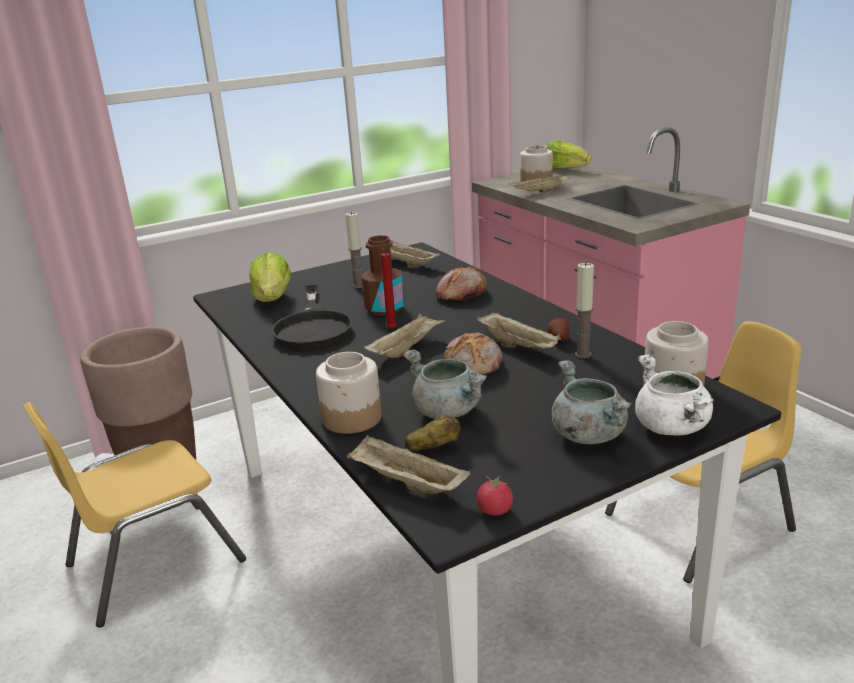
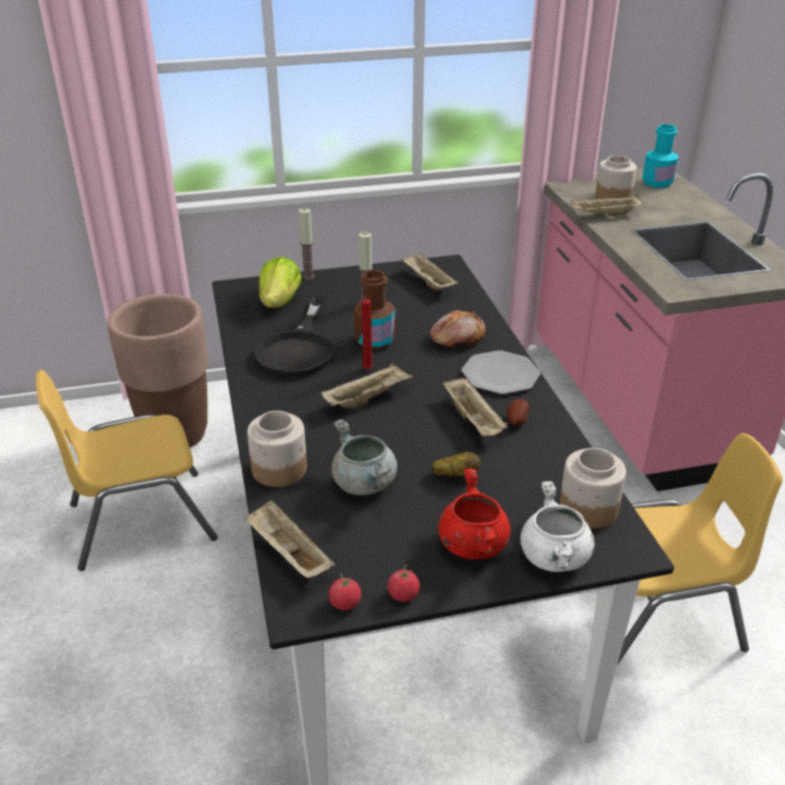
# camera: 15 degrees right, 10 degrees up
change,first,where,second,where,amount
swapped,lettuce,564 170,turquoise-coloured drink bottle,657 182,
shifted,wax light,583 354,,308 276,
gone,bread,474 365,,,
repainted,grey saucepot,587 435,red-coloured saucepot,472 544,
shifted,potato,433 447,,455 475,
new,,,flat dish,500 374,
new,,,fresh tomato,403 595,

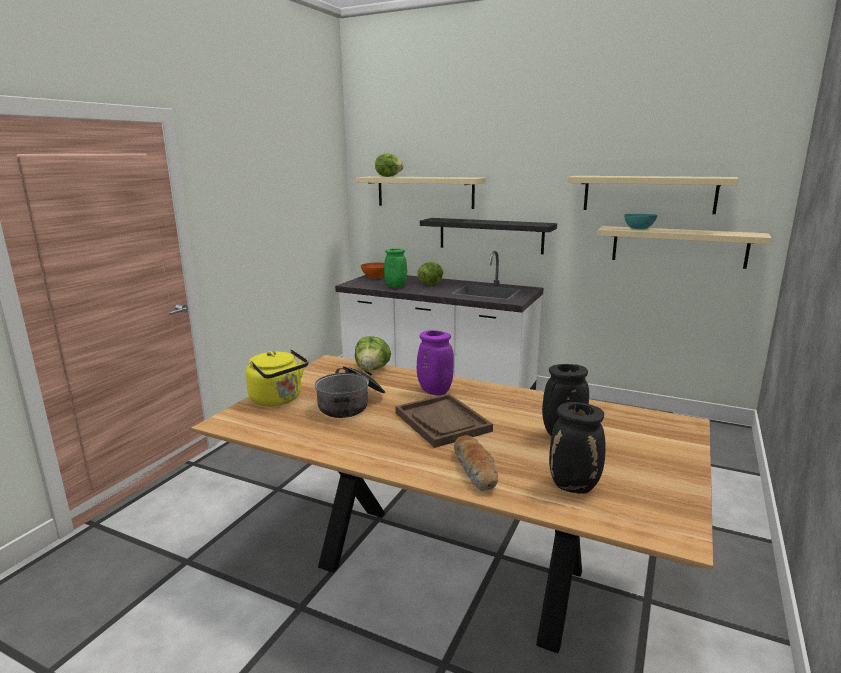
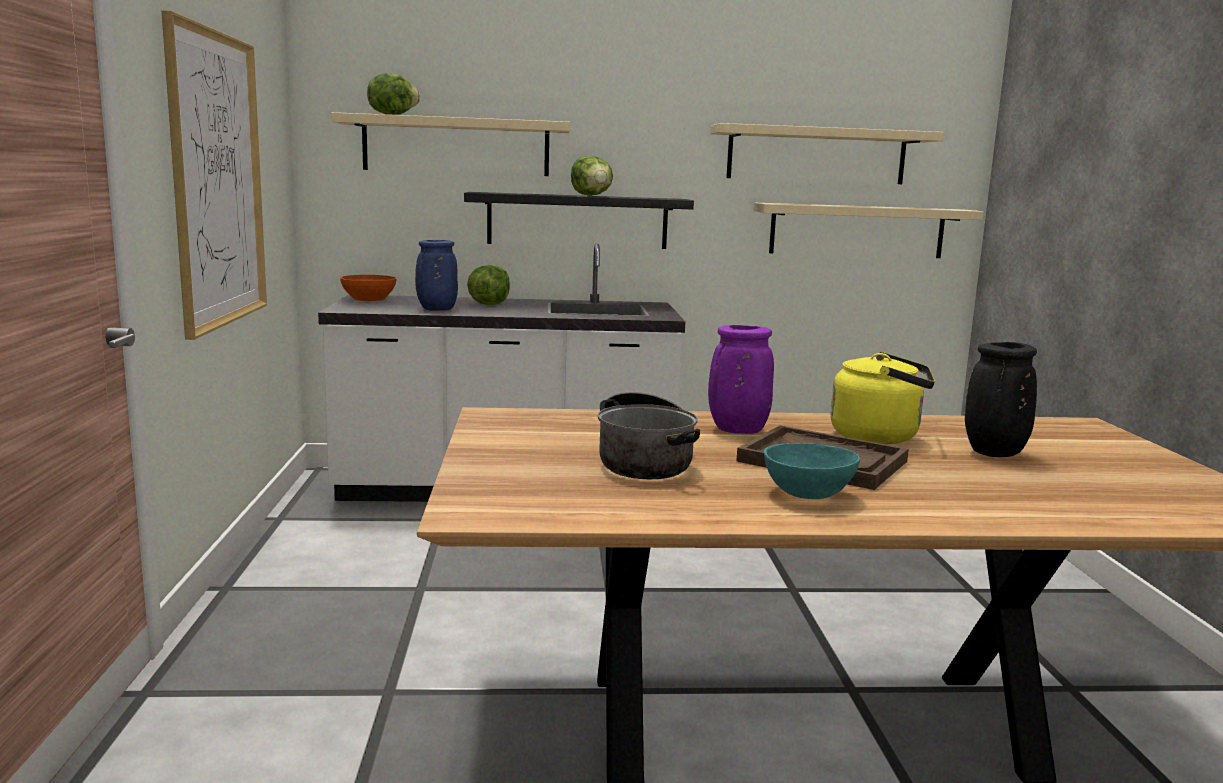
# camera: 30 degrees left, 5 degrees down
change,first,where,second,where,amount
shifted,turquoise-coloured deep dish,639 229,,809 495,
repainted,greenish decorative vase,395 287,bluish decorative vase,436 309,
shifted,lettuce,372 369,,592 195,
shifted,yellow water kettle,278 400,,880 437,
gone,black-coloured decorative vase,575 486,,,
gone,bread,476 471,,,
new,,,wall art,217 180,

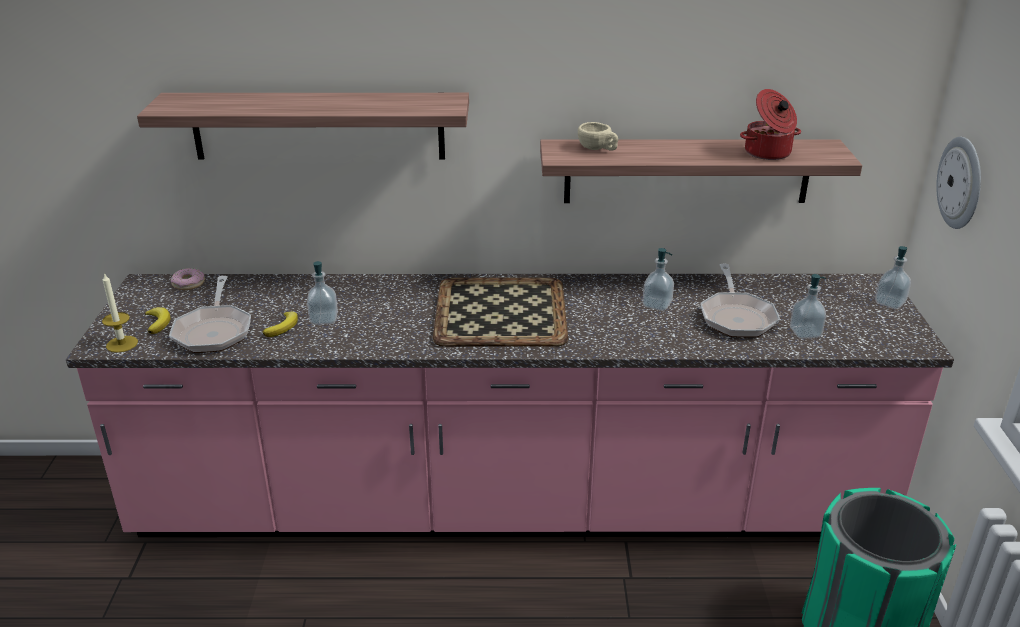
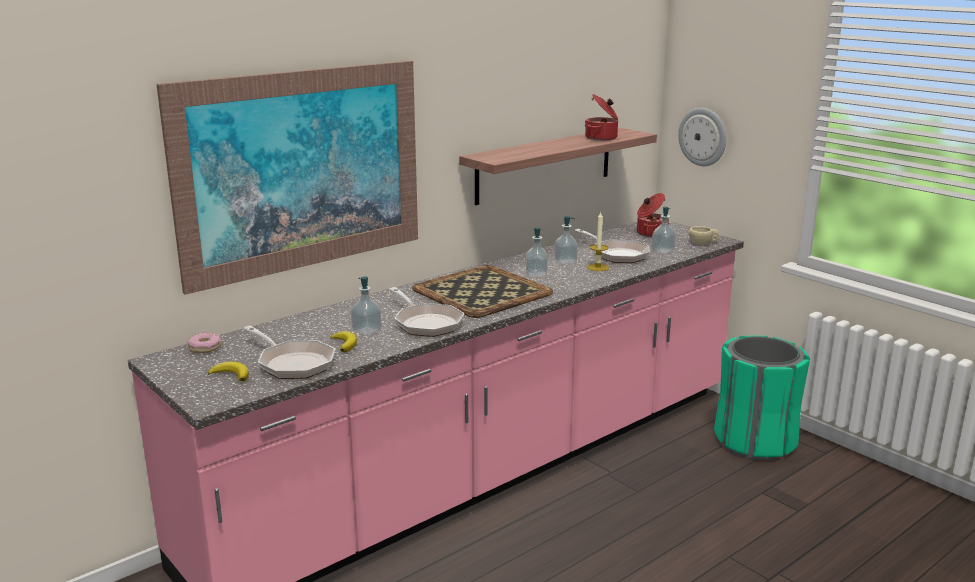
# camera: 40 degrees left, 10 degrees down
change,first,where,second,where,amount
swapped,wall shelf,318 126,wall art,302 170,
shifted,beige small cup,598 149,,703 243,
shifted,soap bottle,890 302,,536 274,
shifted,wax light,122 344,,598 267,
new,,,saucepot,650 233,
new,,,frying pan,426 323,

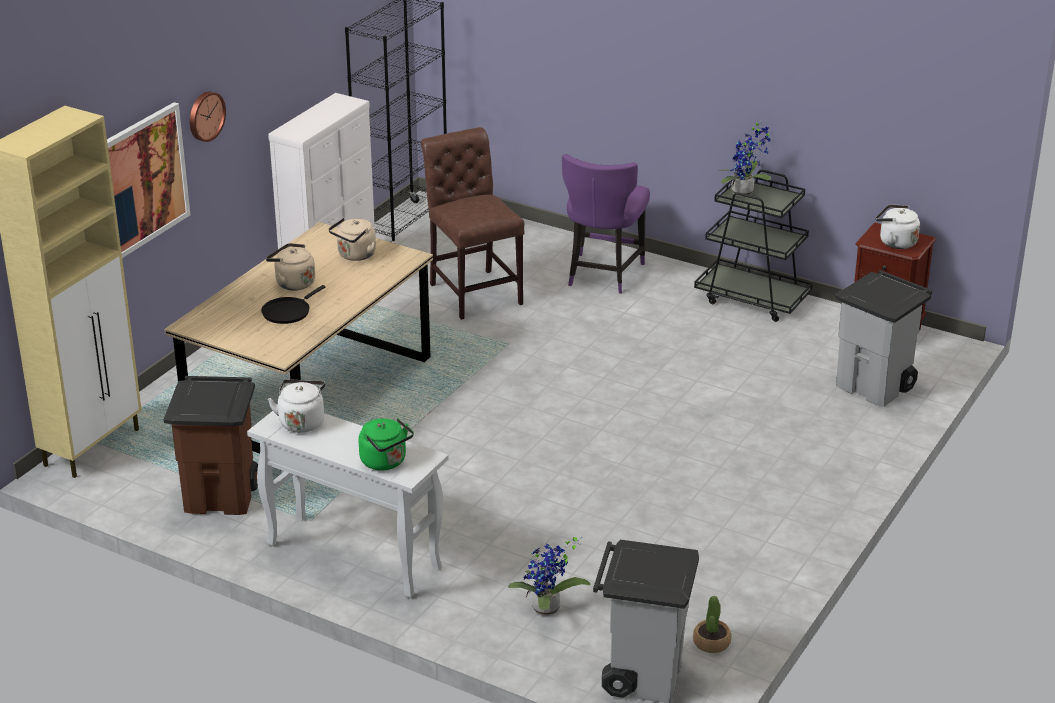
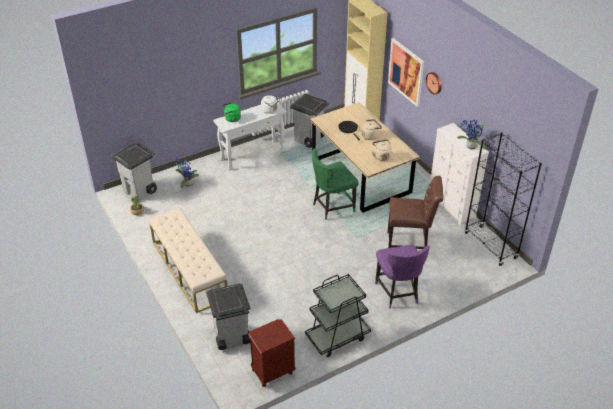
# camera: 120 degrees right, 10 degrees up
change,first,where,second,where,amount
shifted,potted plant,745 193,,470 147,
rotated,purplish chair,602 275,,398 293,150 degrees counterclockwise
gone,white water kettle,895 242,,,
repainted,brownish waste bin,222 496,grey waste bin,309 139,
new,,,greenish chair,332 207,
new,,,beige bench,189 270,

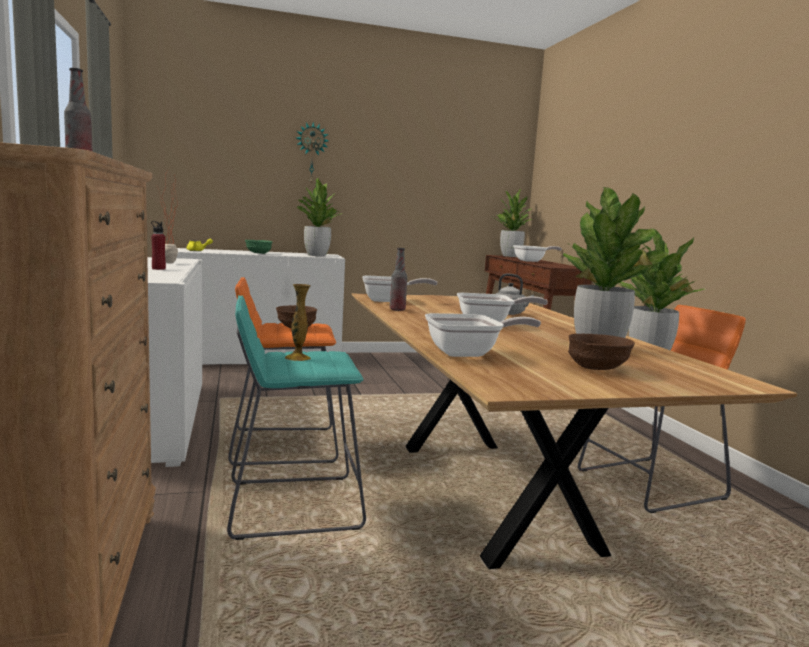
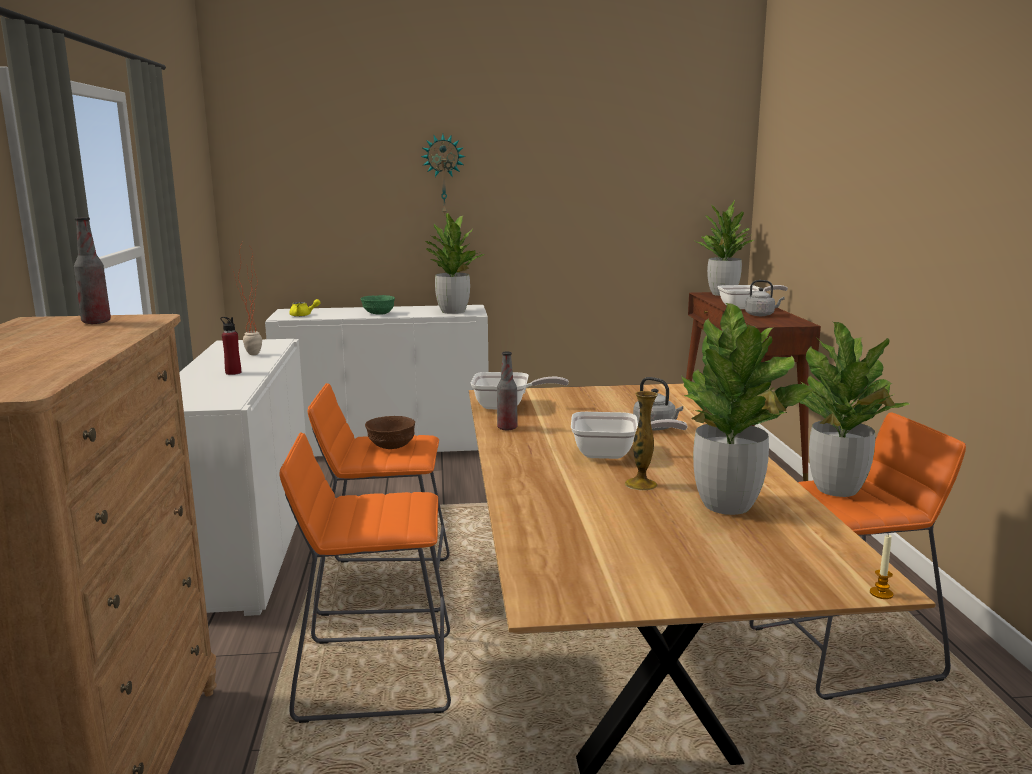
# camera: 10 degrees right, 5 degrees up
change,first,where,second,where,amount
shifted,decorative vase,297 358,,641 484,
repainted,turquoise-coloured stool,293 506,orangey stool,375 676,
gone,frying pan,469 353,,,
gone,brownish deep dish,597 368,,,
new,,,grey water kettle,761 315,
new,,,wax light,881 593,

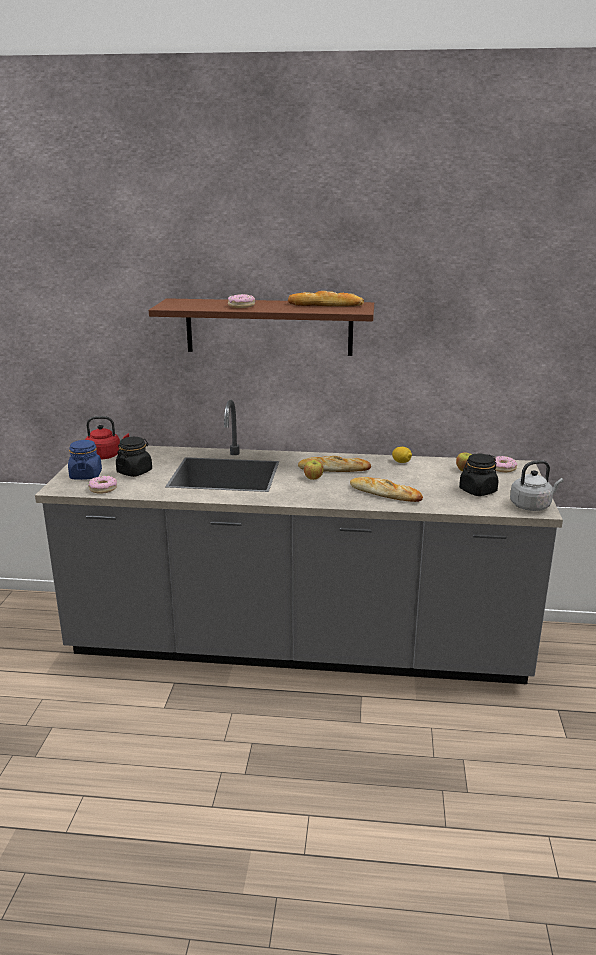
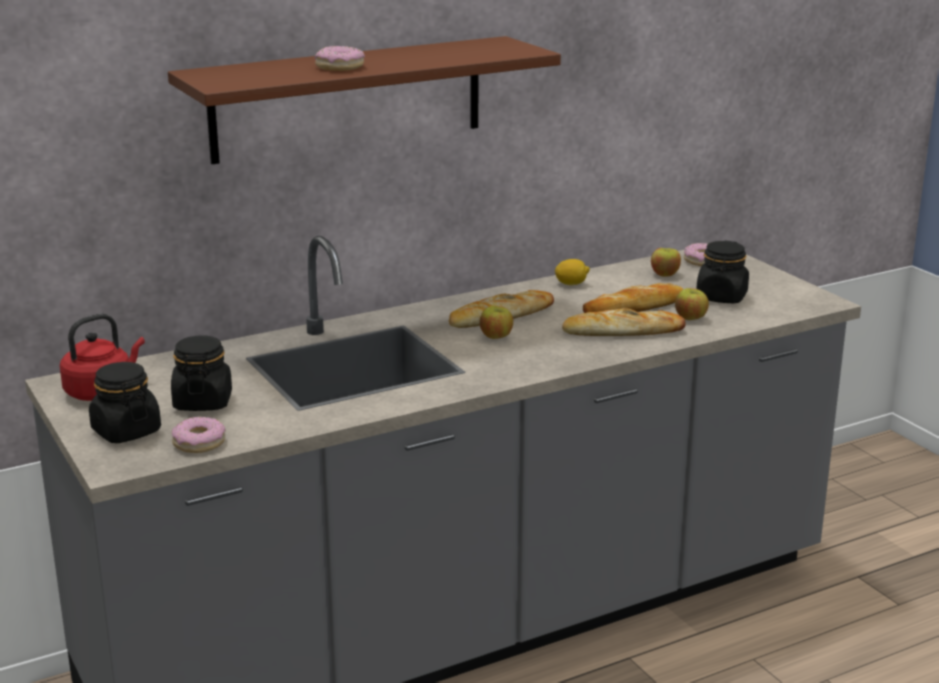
# camera: 35 degrees left, 0 degrees up
change,first,where,second,where,amount
shifted,bread,325 305,,635 308,
repainted,bluish jar,86 475,black-coloured jar,126 431,
gone,grey water kettle,532 506,,,
new,,,whole apple,690 318,

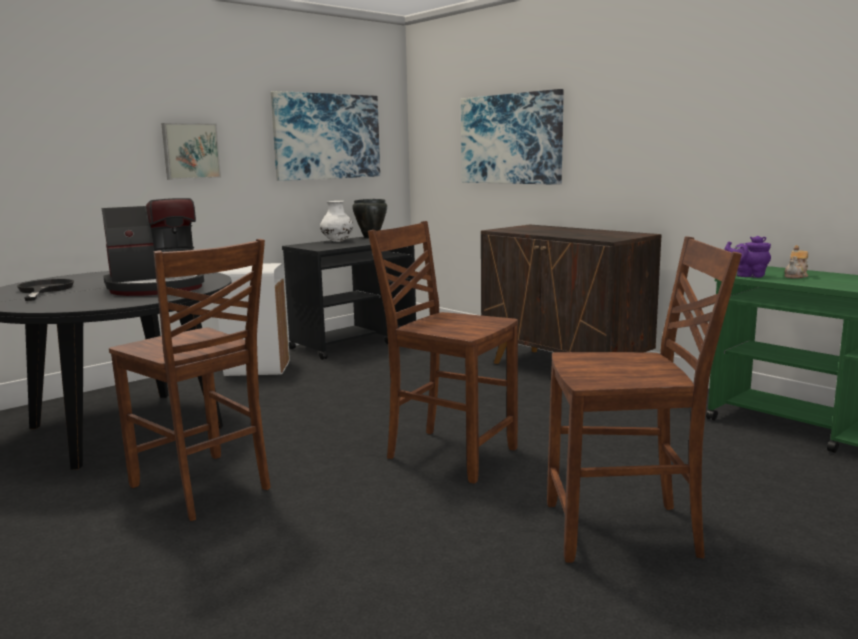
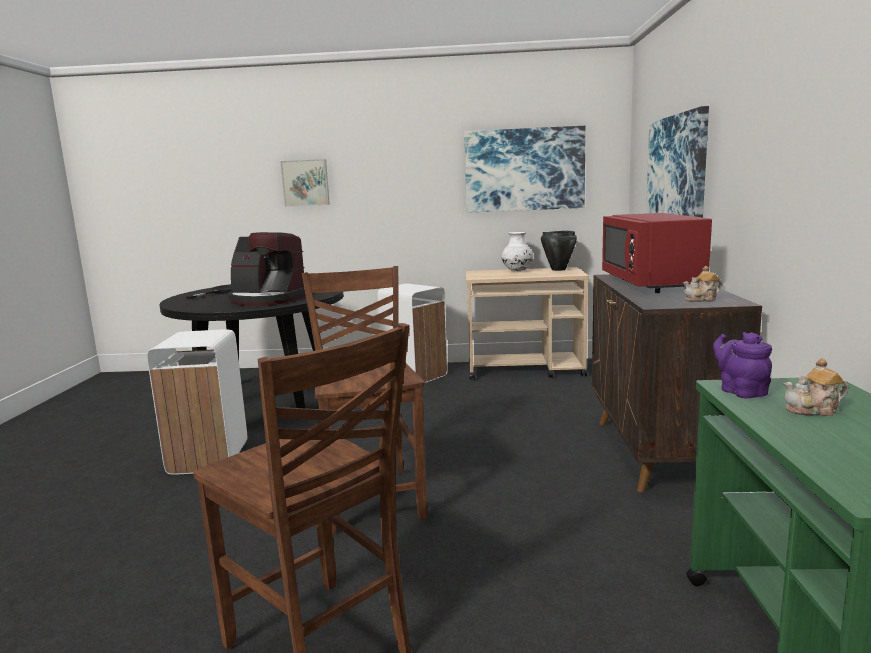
# camera: 45 degrees right, 0 degrees up
change,first,where,second,where,amount
shifted,wall art,190 151,,305 183,
repainted,black-coloured cart,355 343,beige cart,526 370,
swapped,brownish chair,203 488,white waste bin,207 458,
new,,,red-coloured microwave,651 283,
new,,,tea pot,702 299,

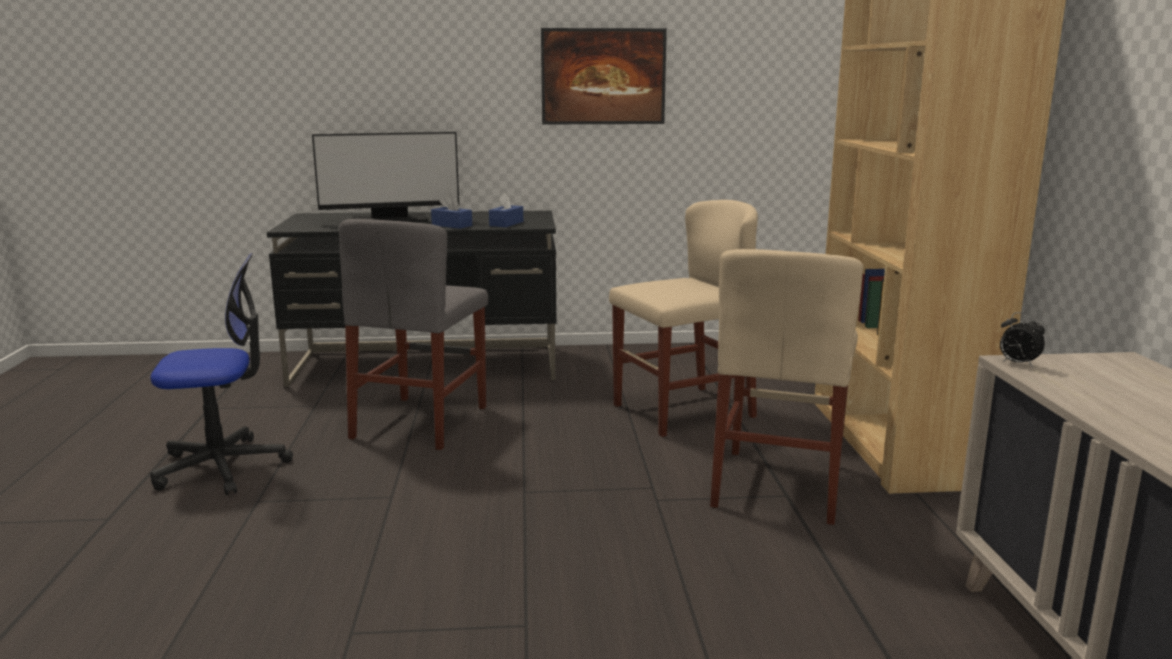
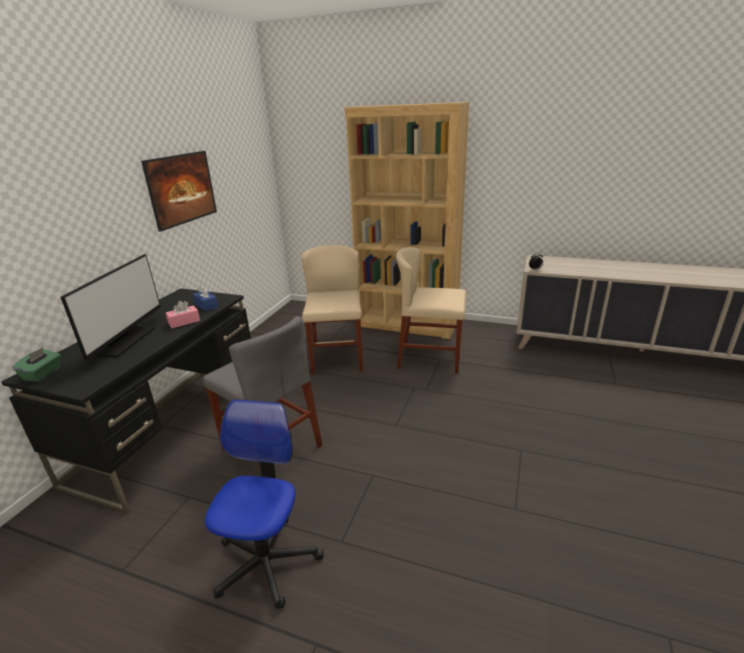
# camera: 65 degrees left, 10 degrees up
change,first,where,second,where,amount
repainted,bluish tissue holder,452 225,pinkish tissue holder,184 322,
rotated,beige chair,778 485,,430 358,150 degrees clockwise
new,,,greenish tissue holder,43 374,

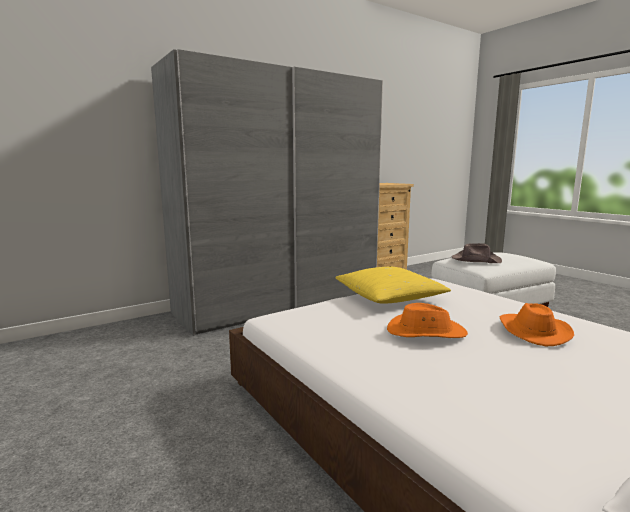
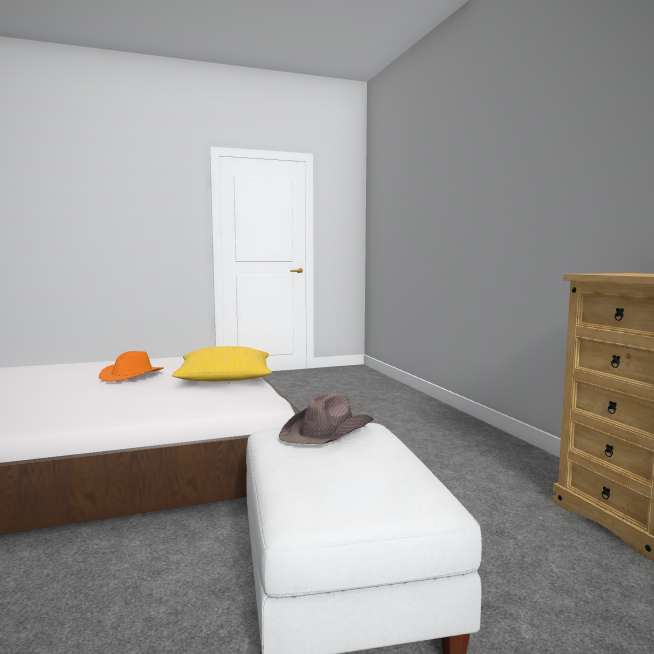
# camera: 105 degrees right, 5 degrees down
change,first,where,second,where,amount
gone,grey clothes cupboard,280 303,,,
gone,orangey wearable hat,532 331,,,

